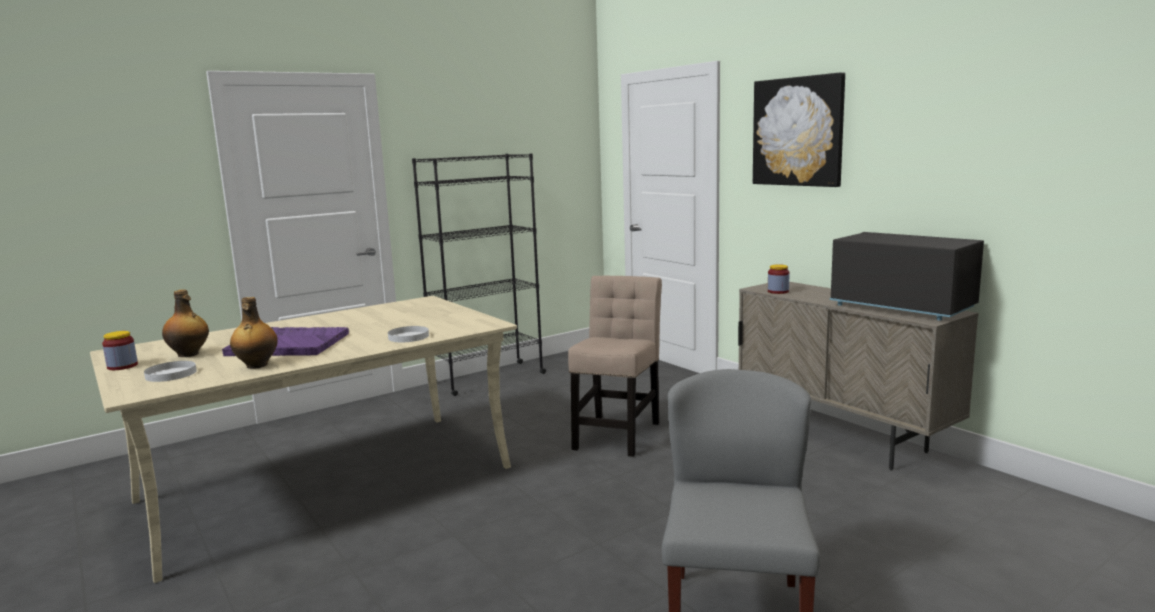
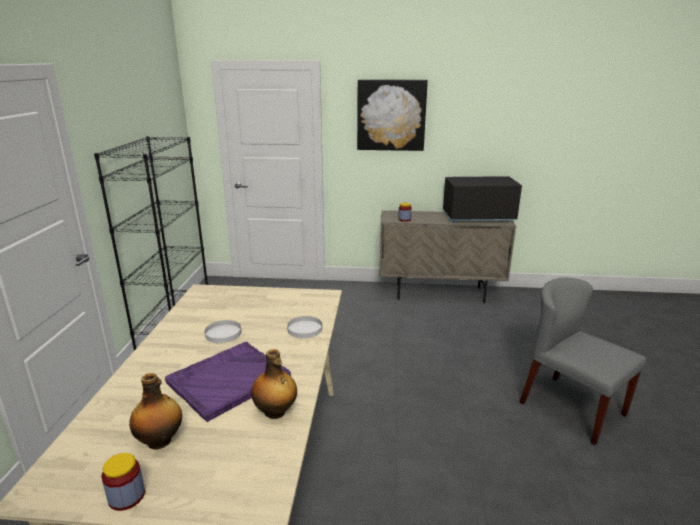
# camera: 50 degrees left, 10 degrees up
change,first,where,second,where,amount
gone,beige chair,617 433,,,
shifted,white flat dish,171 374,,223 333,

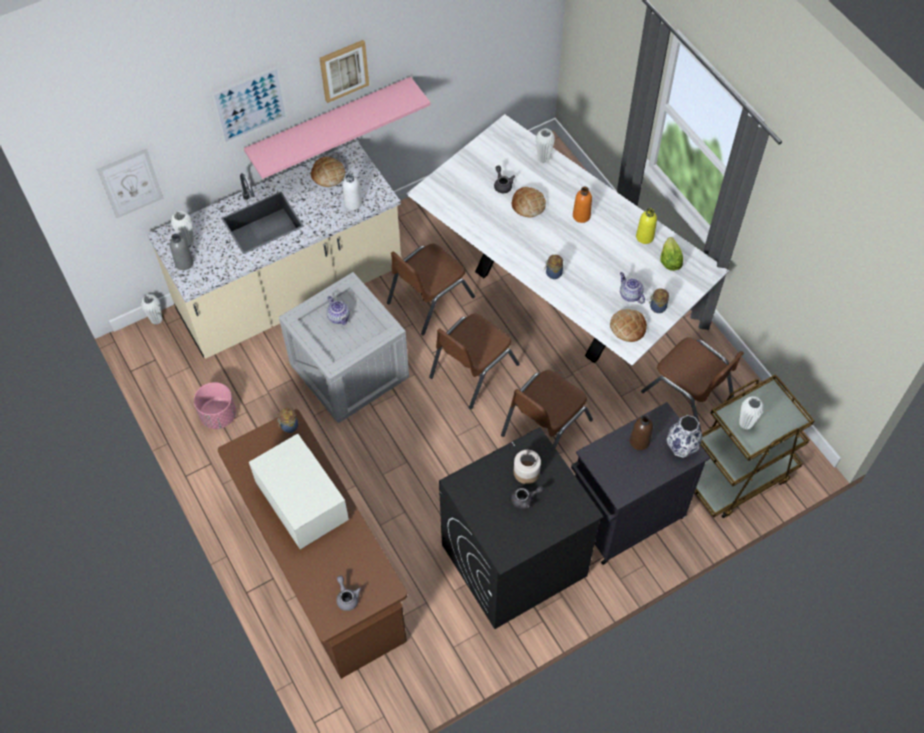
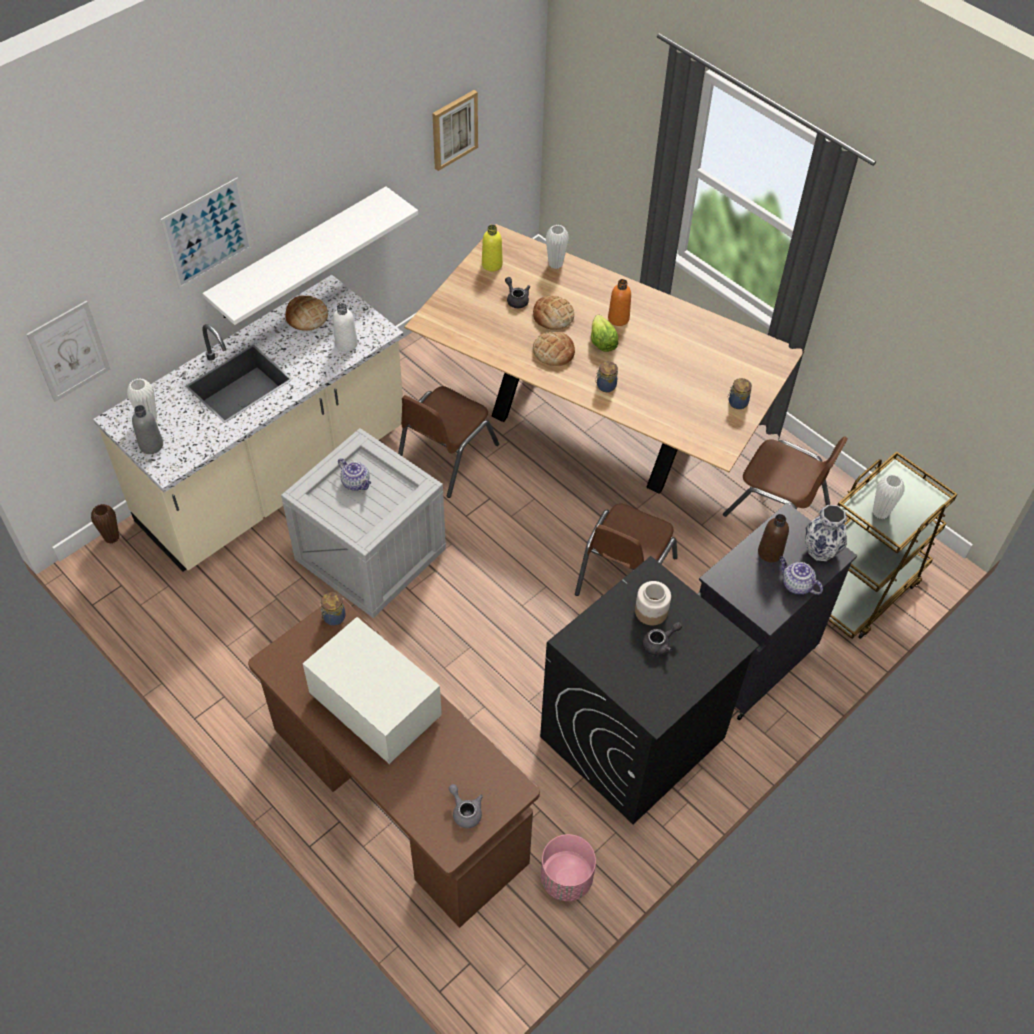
# camera: 15 degrees left, 5 degrees down
change,first,where,second,where,amount
shifted,wall art,343 70,,454 129,
repainted,pinkish wall shelf,330 123,white wall shelf,300 254,
repainted,white dinner table,557 296,brownish dinner table,594 427,
shifted,yellow drink bottle,644 237,,492 264,
shifted,lettuce,669 260,,602 341,
shifted,tea pot,630 295,,796 585,
repainted,white decorative vase,156 320,brownish decorative vase,112 538,
shifted,bread,628 327,,554 351,
gone,brownish chair,473 370,,,
shifted,pinkish plant pot,218 416,,566 878,

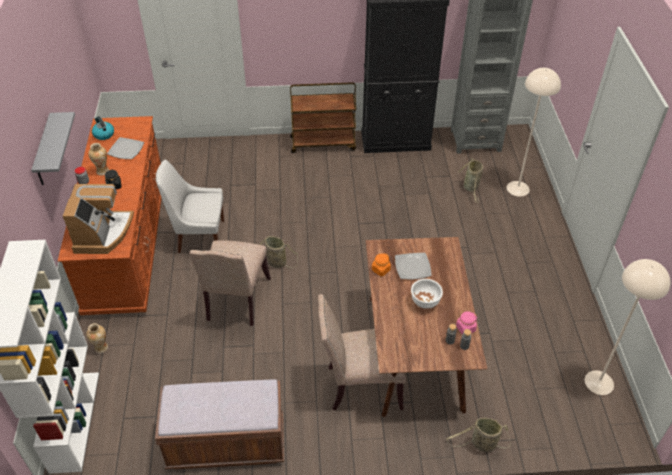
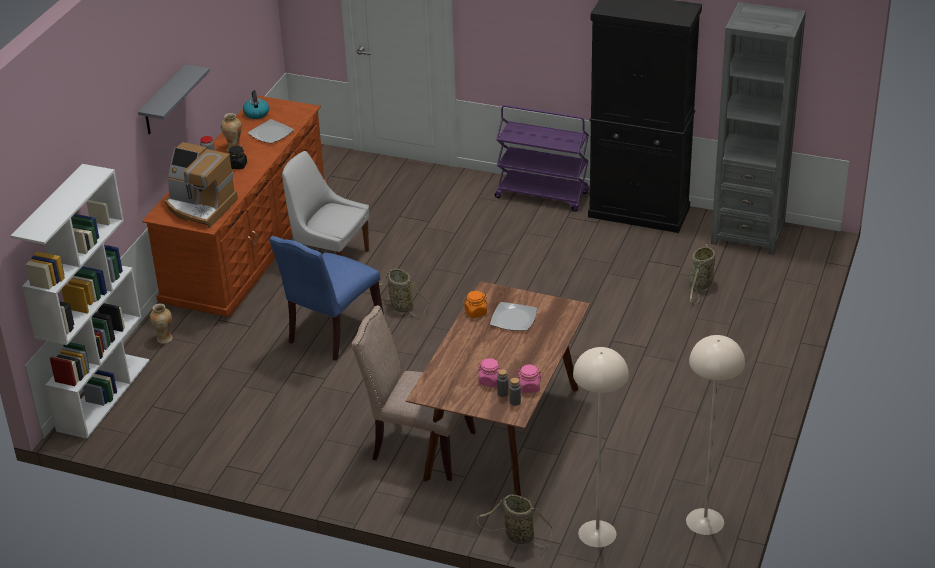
# camera: 25 degrees right, 10 degrees down
change,first,where,second,where,amount
shifted,beige floor lamp,518 188,,597 533,
repainted,brownish cart,323 143,purplish cart,543 195,
rotated,coffee brewer,103 233,,200 207,90 degrees clockwise
repainted,beige chair,236 301,bluish chair,332 333,
gone,white deep dish,425 302,,,
gone,brownish bench,226 444,,,
new,,,pinkish jar,490 381,

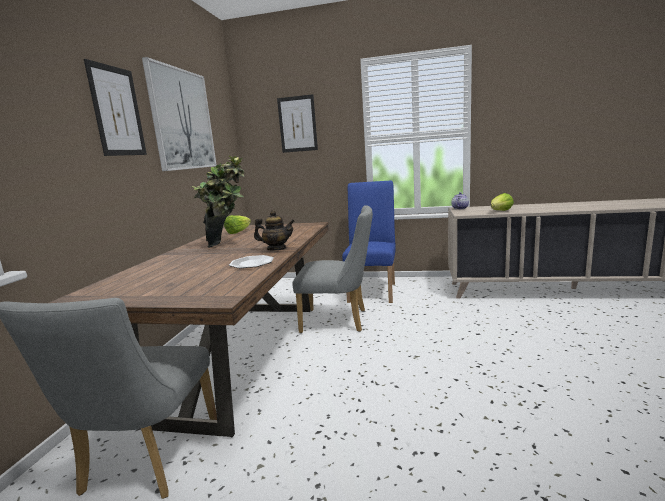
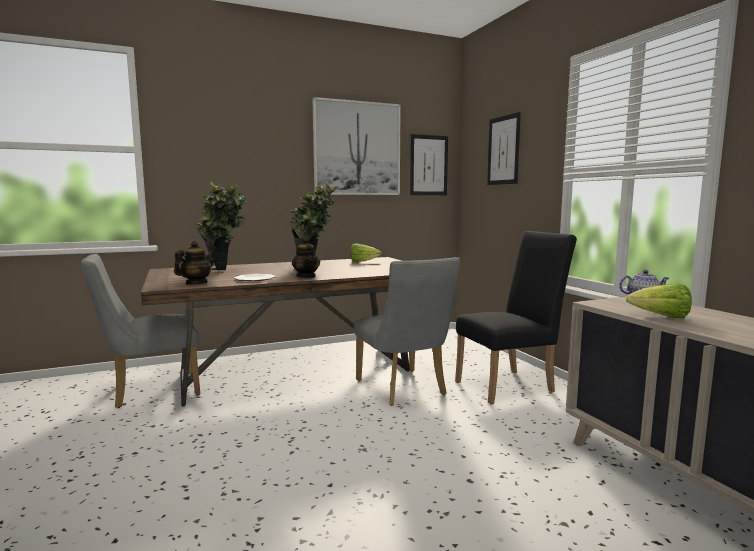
# camera: 55 degrees right, 5 degrees down
change,first,where,second,where,amount
shifted,wall art,117 111,,428 165,
repainted,bluish chair,373 290,black-coloured chair,510 385,
new,,,potted plant,223 272,
new,,,tea pot,196 283,

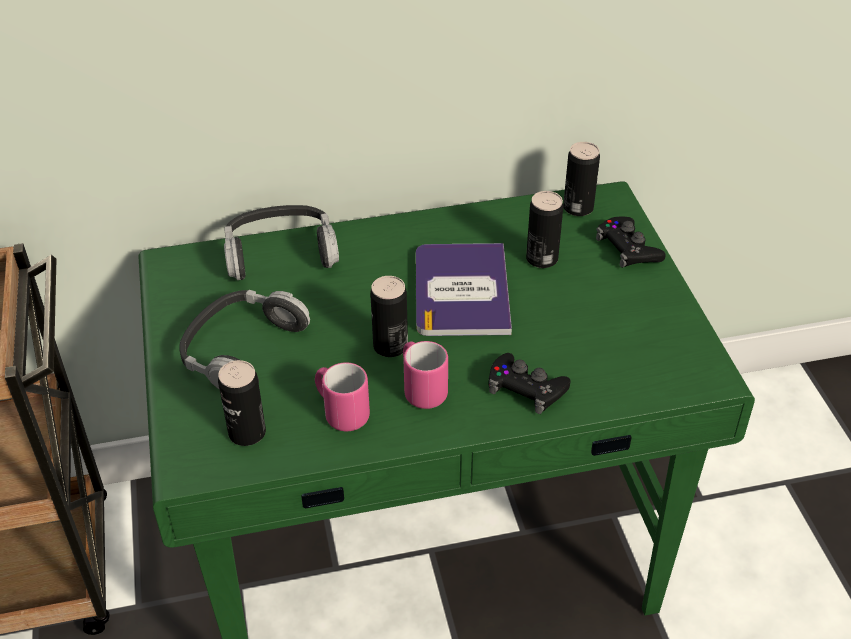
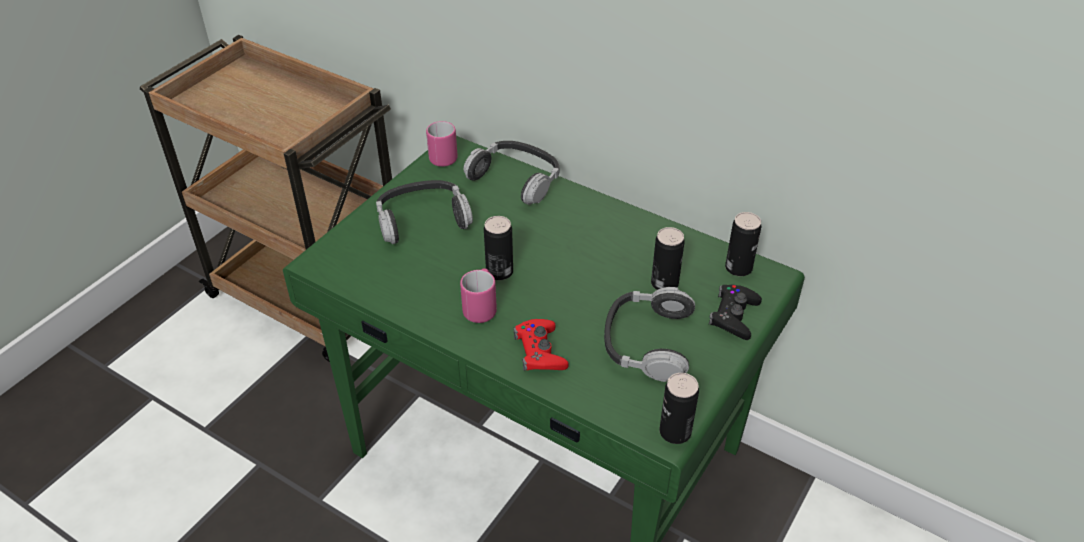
# camera: 45 degrees right, 0 degrees up
change,first,where,second,where,amount
gone,volume,461 291,,,
repainted,black-coloured gamepad,526 388,red-coloured gamepad,540 351,
shifted,sealed can,247 433,,675 432,
shifted,pinkish coffee mug,341 413,,443 156,
new,,,pair of headphones,647 342,

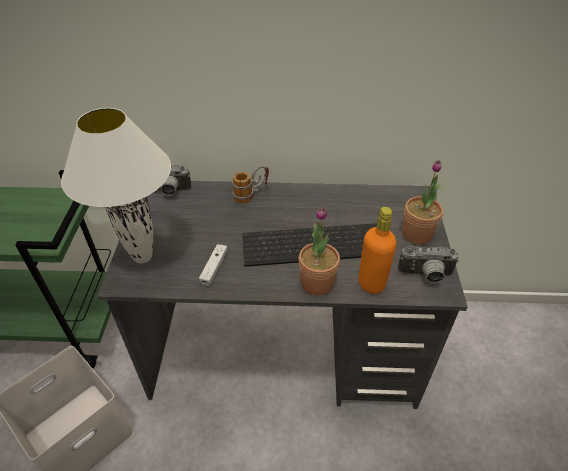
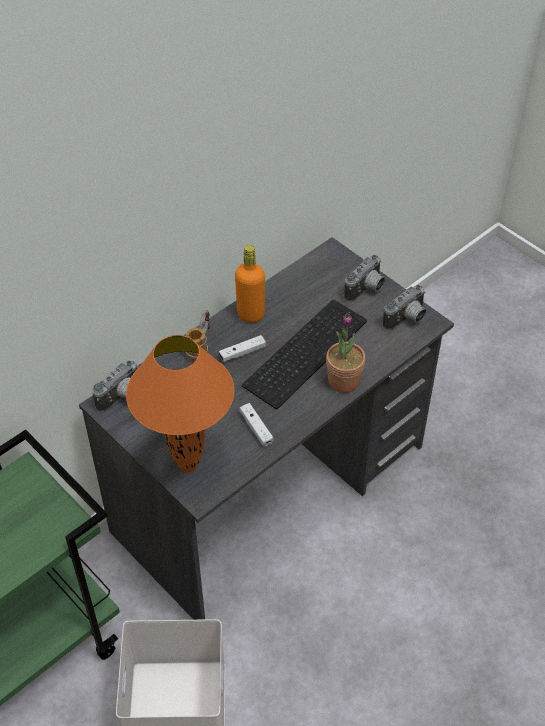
# camera: 45 degrees left, 5 degrees up
change,first,where,second,where,amount
repainted,white lamp for a table,143 256,orangey lamp for a table,188 464,
swapped,potted plant,416 234,photo camera,366 290,
shifted,orangey drink bottle,371 283,,250 314,
new,,,white gamepad,242 352,

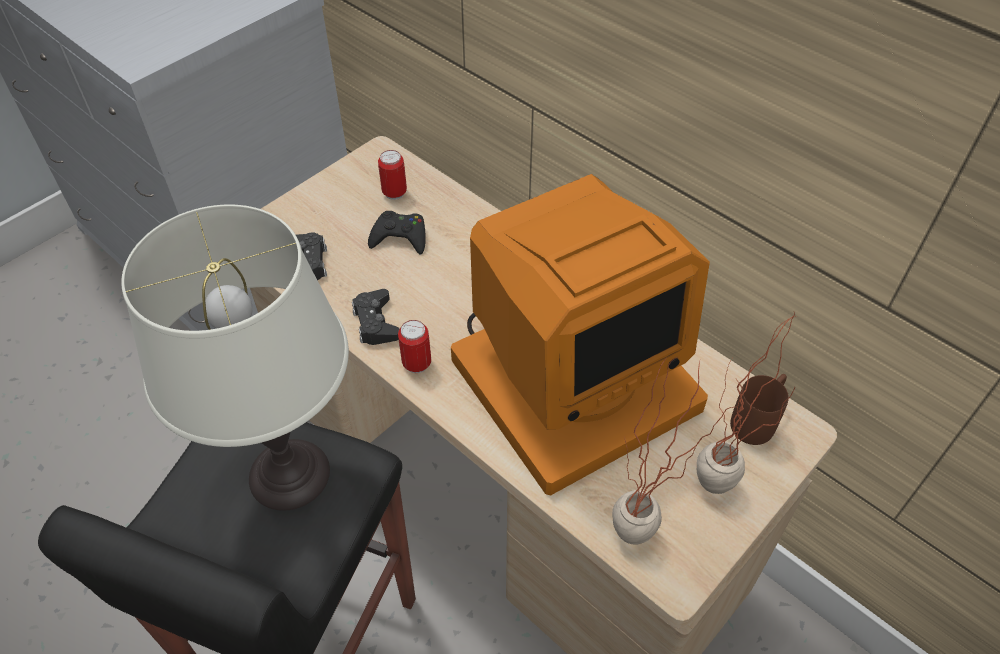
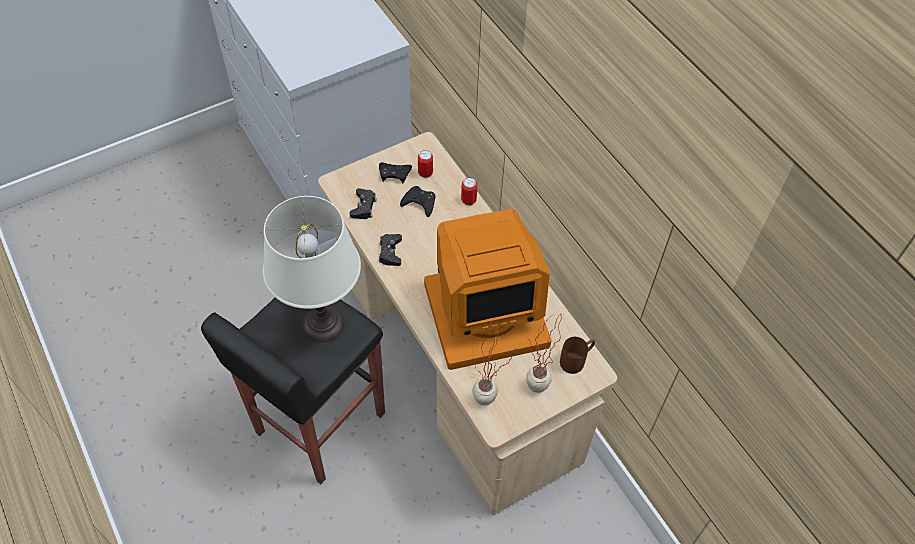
# camera: 15 degrees right, 5 degrees up
change,first,where,second,where,amount
shifted,sealed can,417 364,,468 201,
new,,,black-coloured gamepad,394 174,

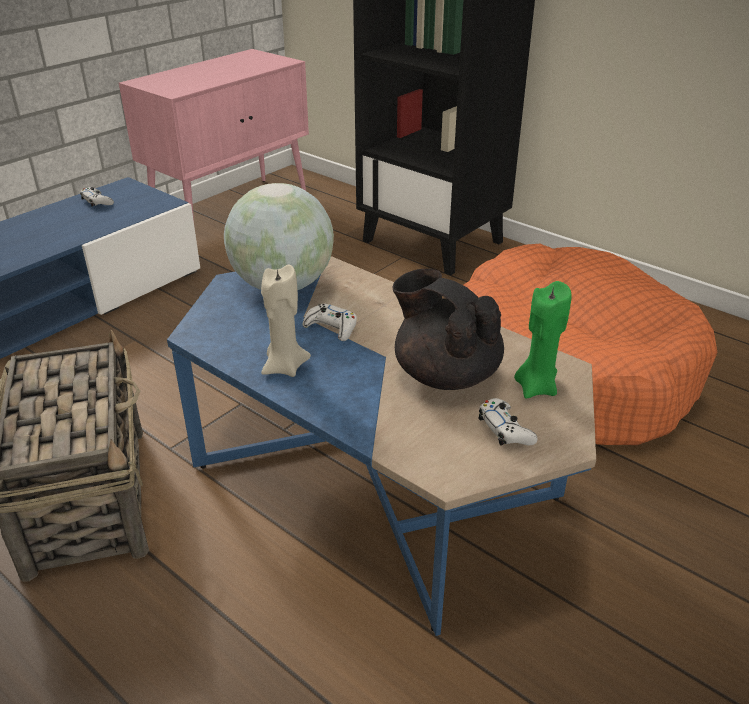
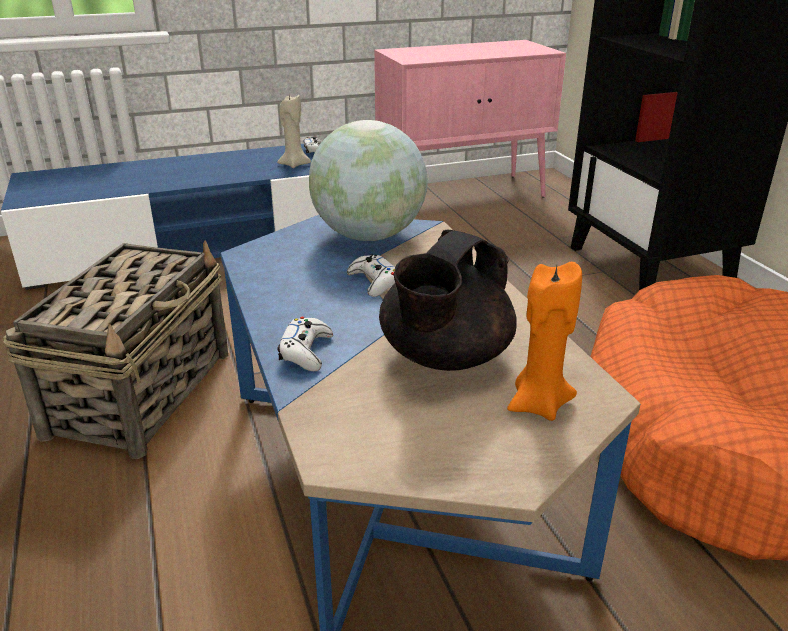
# camera: 30 degrees right, 5 degrees down
change,first,where,second,where,amount
shifted,beige wax light,284 367,,294 164,
rotated,black-coloured tea pot,445 374,,444 357,135 degrees counterclockwise
repainted,greenish wax light,536 387,orangey wax light,538 405,
shifted,white gamepad,505 430,,306 351,

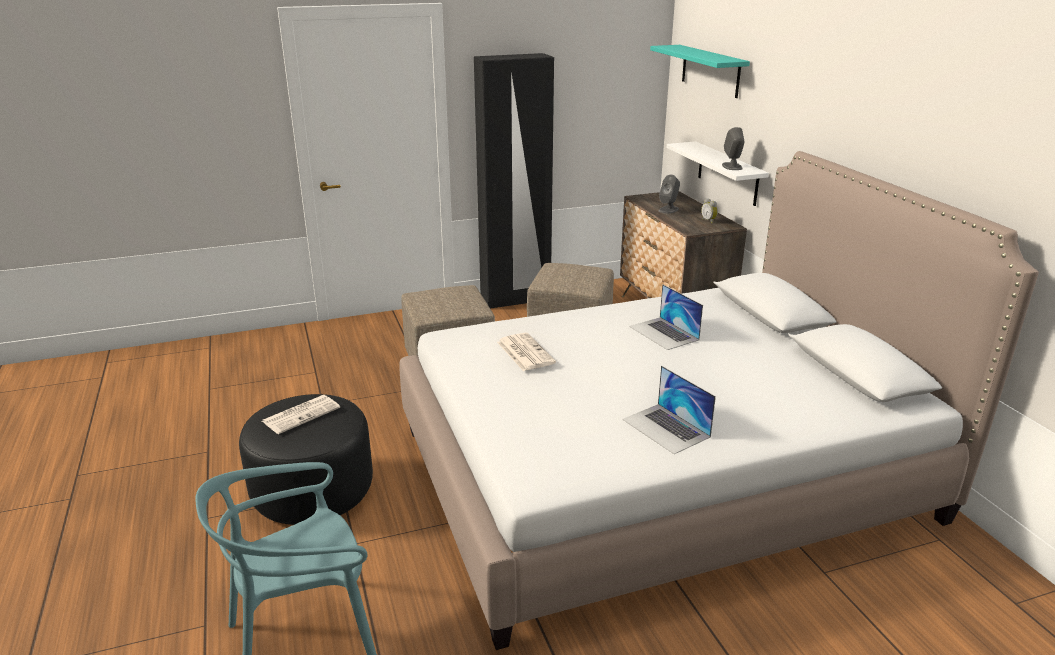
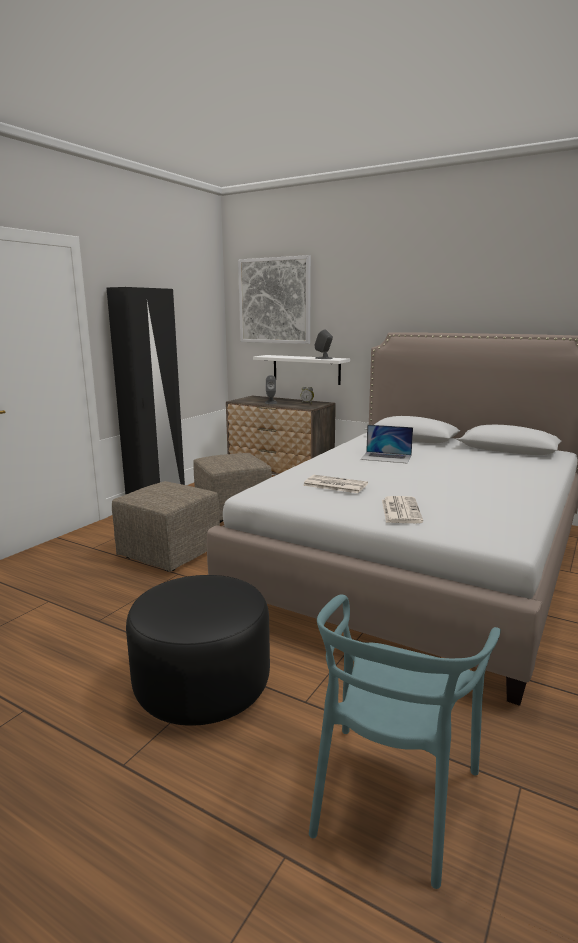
# camera: 40 degrees left, 10 degrees down
change,first,where,second,where,amount
swapped,turquoise-coloured wall shelf,710 70,wall art,274 301,
gone,notebook computer,666 428,,,
shifted,newspaper,302 414,,400 510,

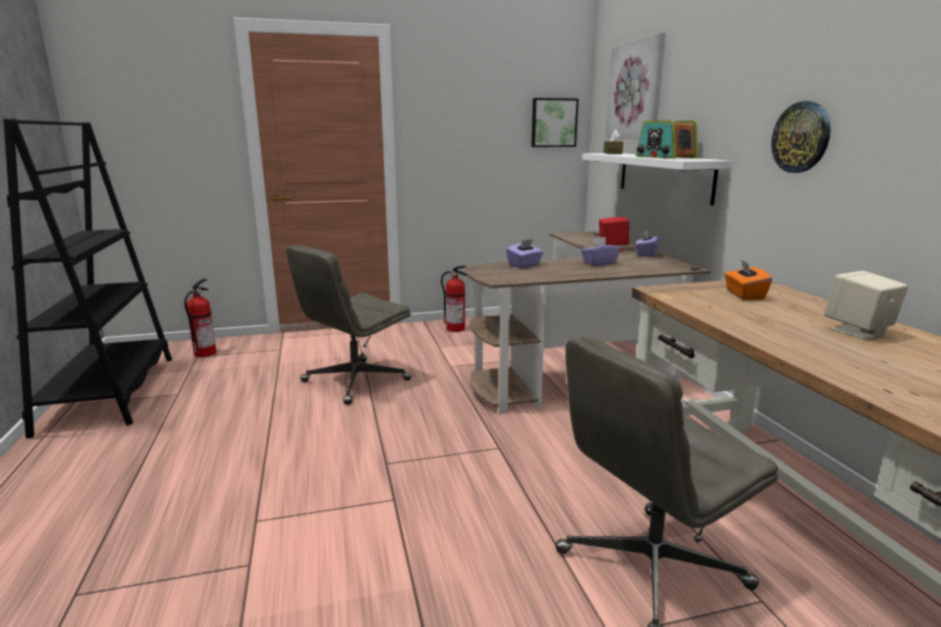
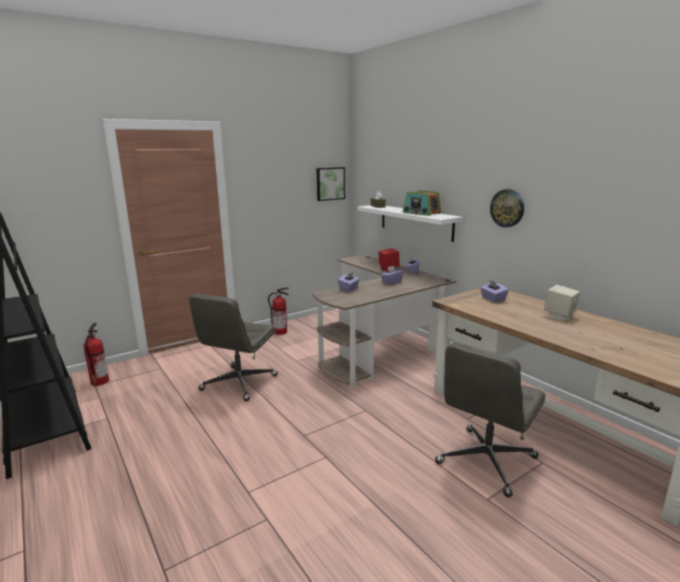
# camera: 20 degrees left, 0 degrees up
change,first,where,second,where,amount
gone,wall art,636 90,,,
repainted,orangey tissue holder,744 295,purplish tissue holder,492 299,

